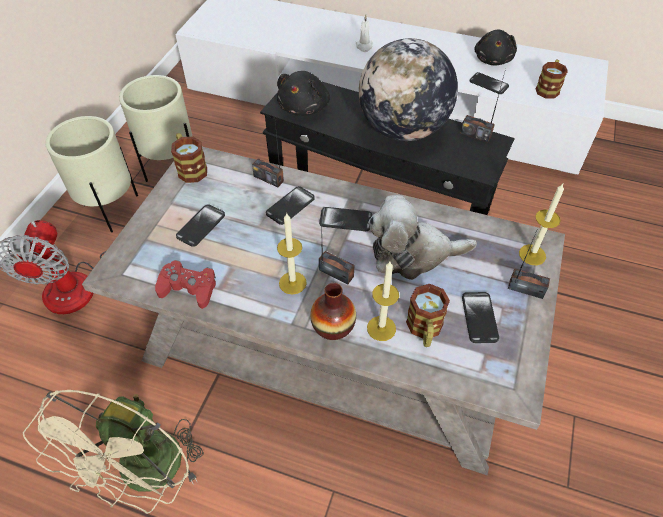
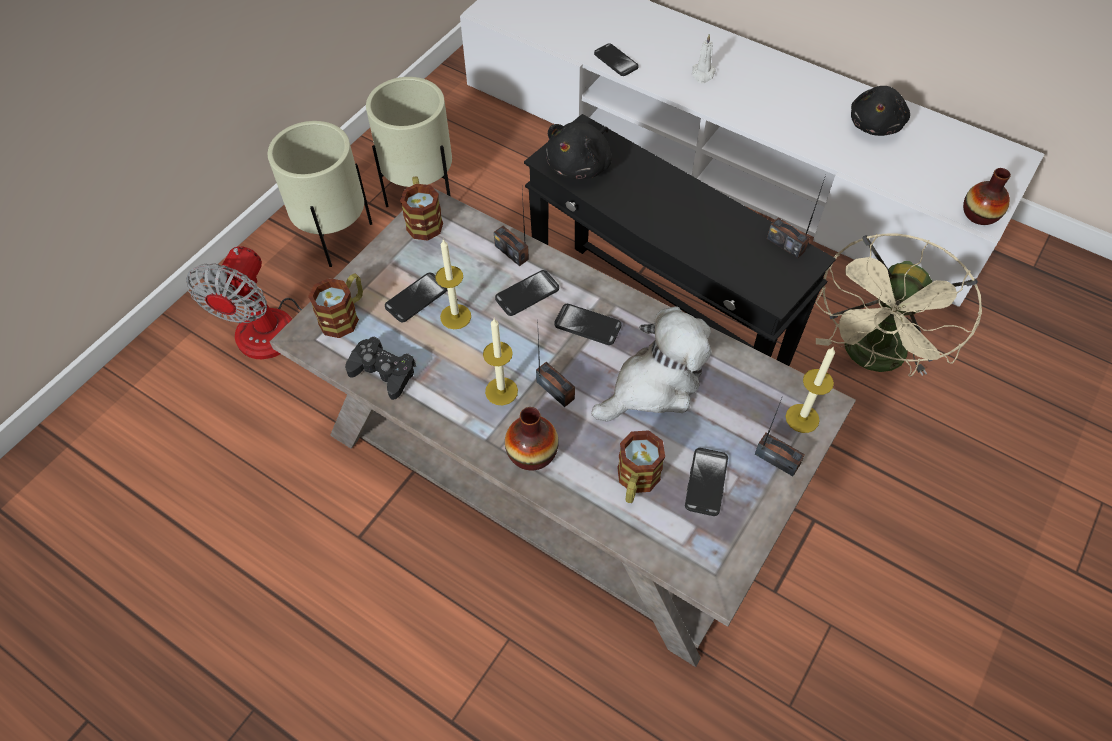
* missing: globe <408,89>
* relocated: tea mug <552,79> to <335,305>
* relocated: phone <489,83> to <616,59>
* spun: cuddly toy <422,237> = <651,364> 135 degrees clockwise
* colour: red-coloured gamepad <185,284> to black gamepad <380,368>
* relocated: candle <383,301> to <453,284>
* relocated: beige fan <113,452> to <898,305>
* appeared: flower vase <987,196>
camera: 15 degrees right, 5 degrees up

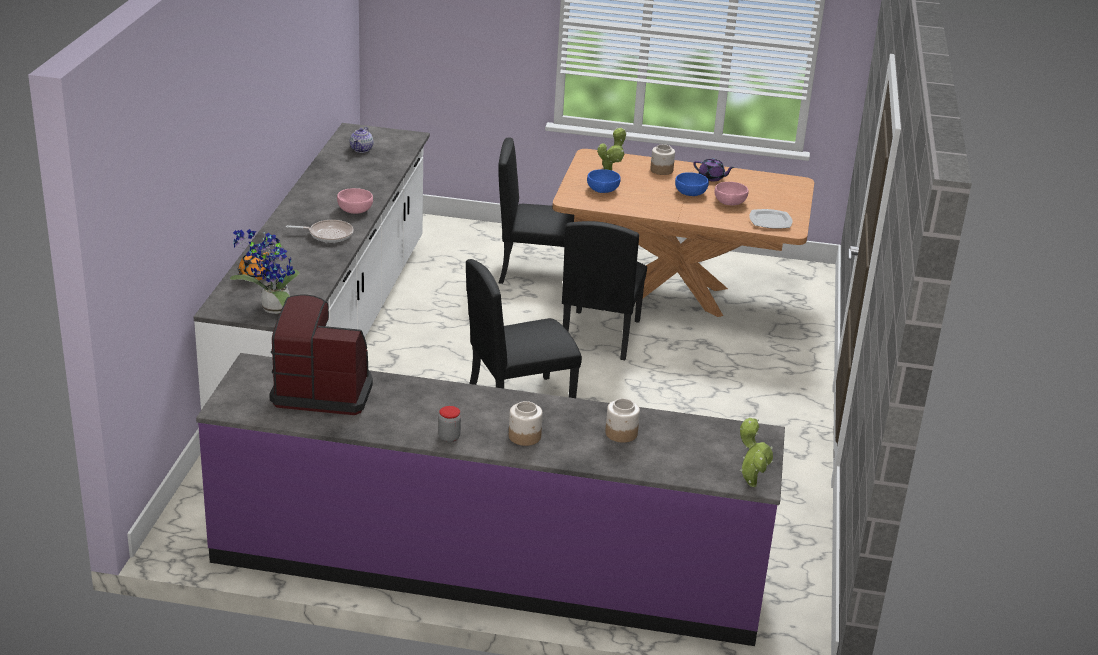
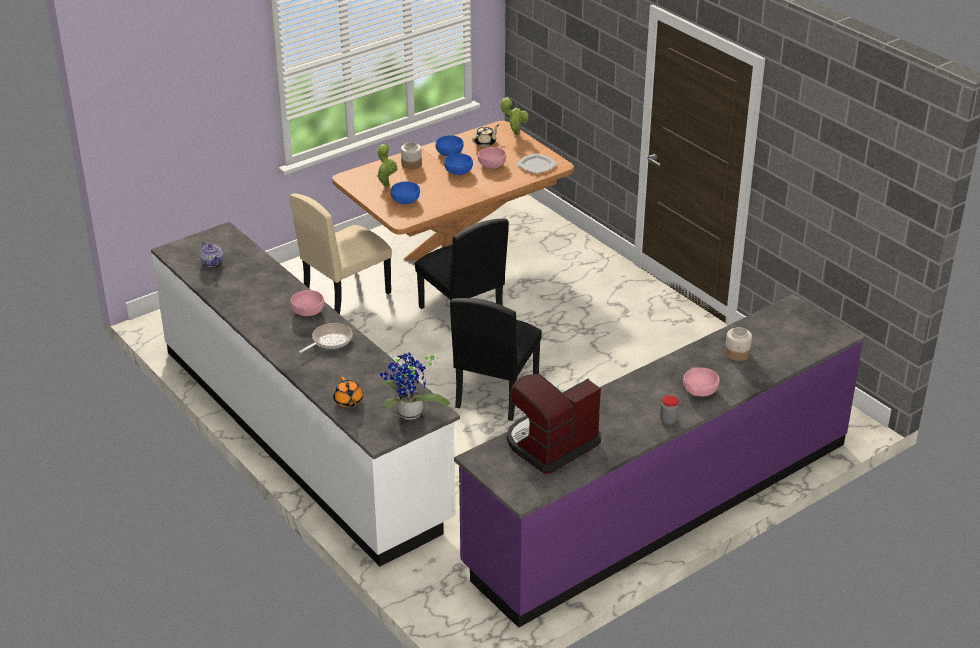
* colour: black chair <536,210> to beige chair <341,253>
* exchanged: purple pot for tea <714,169> to blue deep dish <449,145>
* exchanged: jar <526,423> to pink-coloured deep dish <701,382>
* relocated: plant in a pot <756,452> to <514,116>
* appeared: beige pot for tea <485,136>
camera: 45 degrees left, 5 degrees up

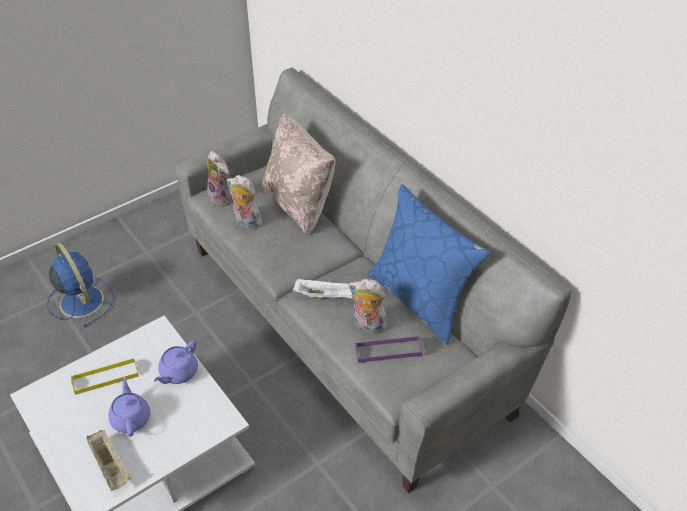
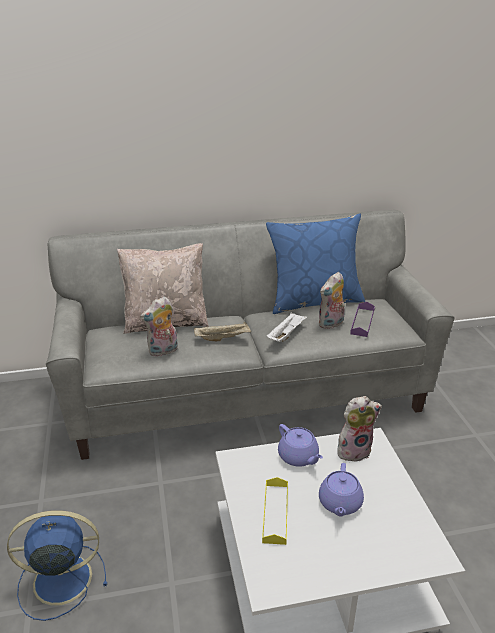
* relocated: cuddly toy <219,179> to <359,429>
* spun: purple pot for tea <129,407> = <341,489> 90 degrees counterclockwise
* relocated: beige tray <108,460> to <222,331>
camera: 65 degrees left, 15 degrees down

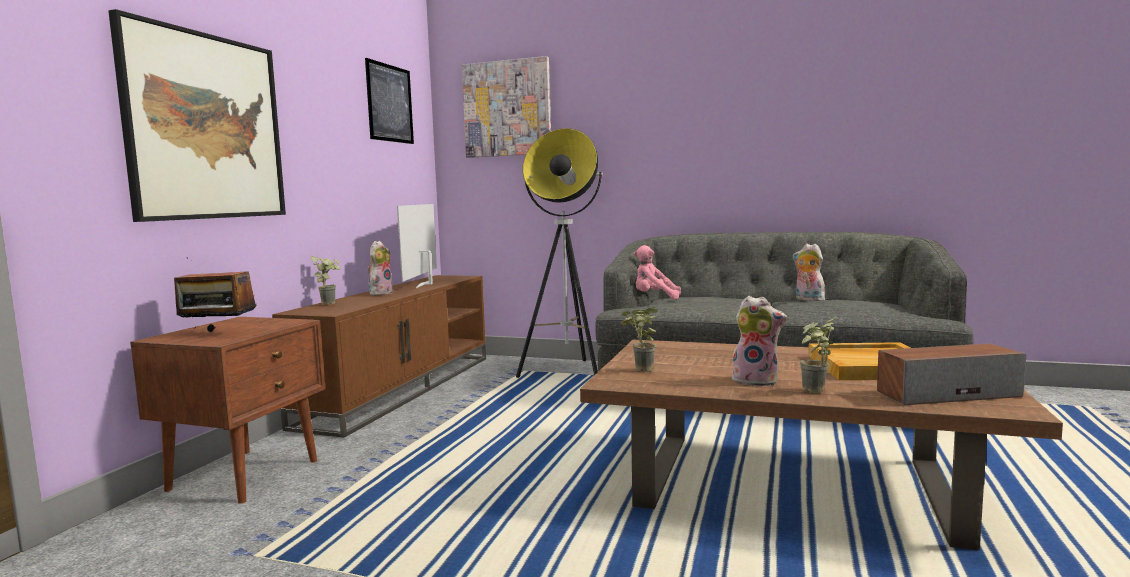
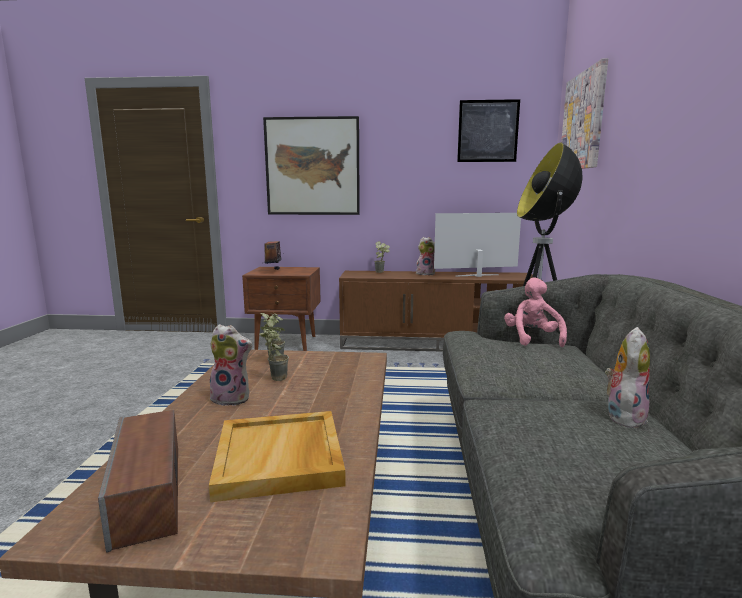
* spun: cuddly toy <759,341> = <230,365> 90 degrees counterclockwise
* relocated: plant in a pot <818,354> to <274,354>
camera: 75 degrees right, 5 degrees up

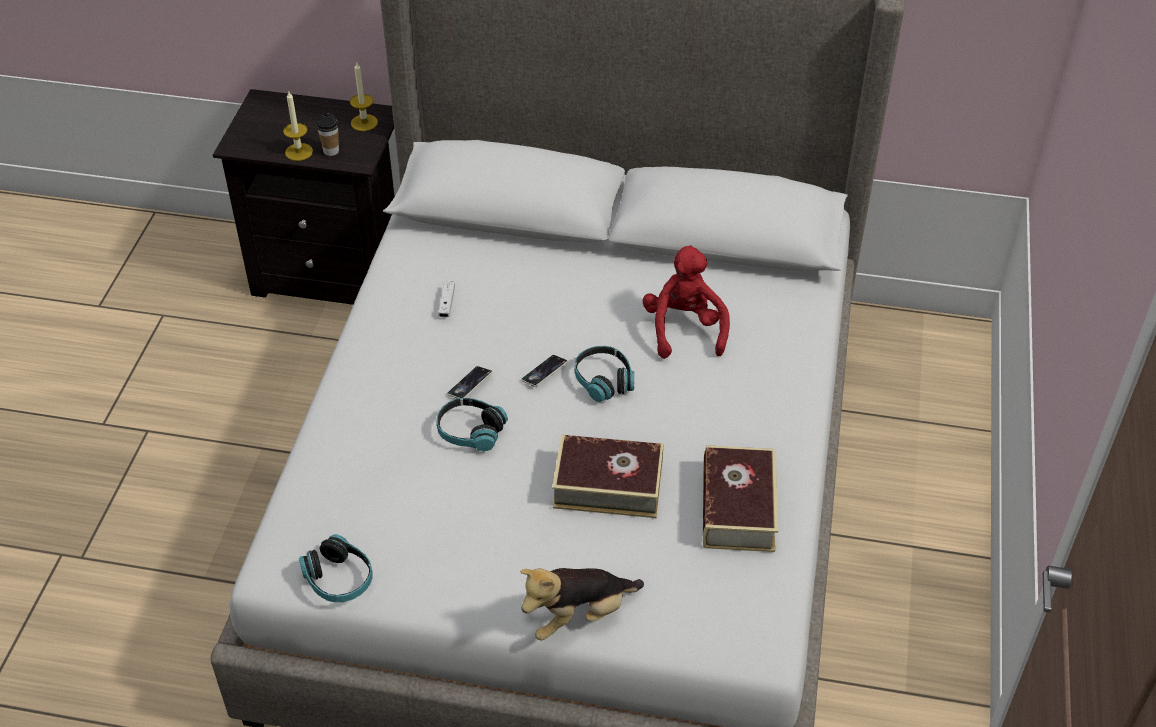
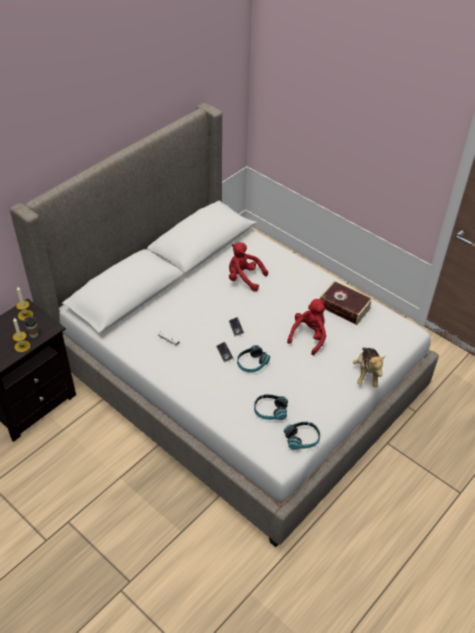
* relocated: headphones <604,374> to <271,407>
* exchanged: bound book <608,476> to red-coloured cuddly toy <306,327>
camera: 60 degrees left, 0 degrees up

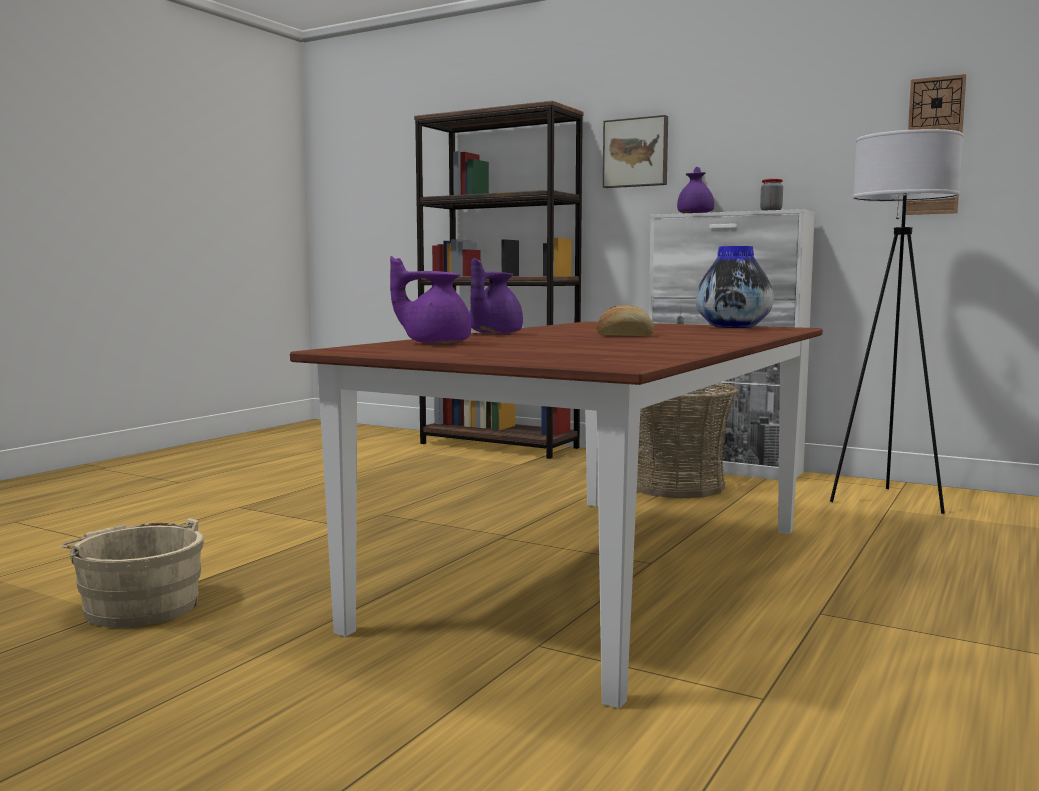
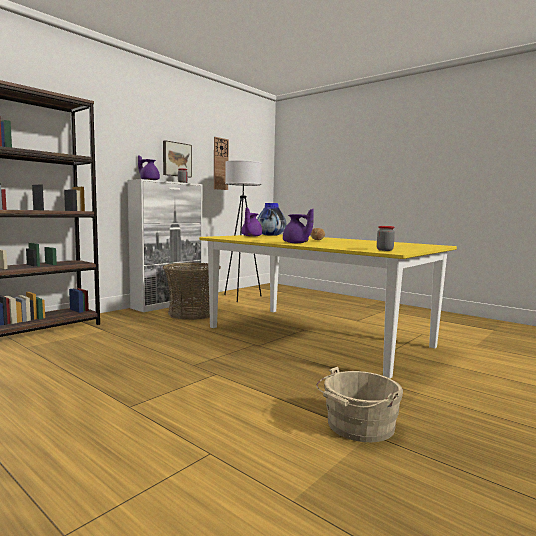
* relocated: picture <635,151> to <177,158>
* relocated: purple pot for tea <430,300> to <251,222>
* colour: brown dining table <556,515> to yellowish dining table <328,306>
* appeared: jar <386,238>
camera: 80 degrees left, 0 degrees up

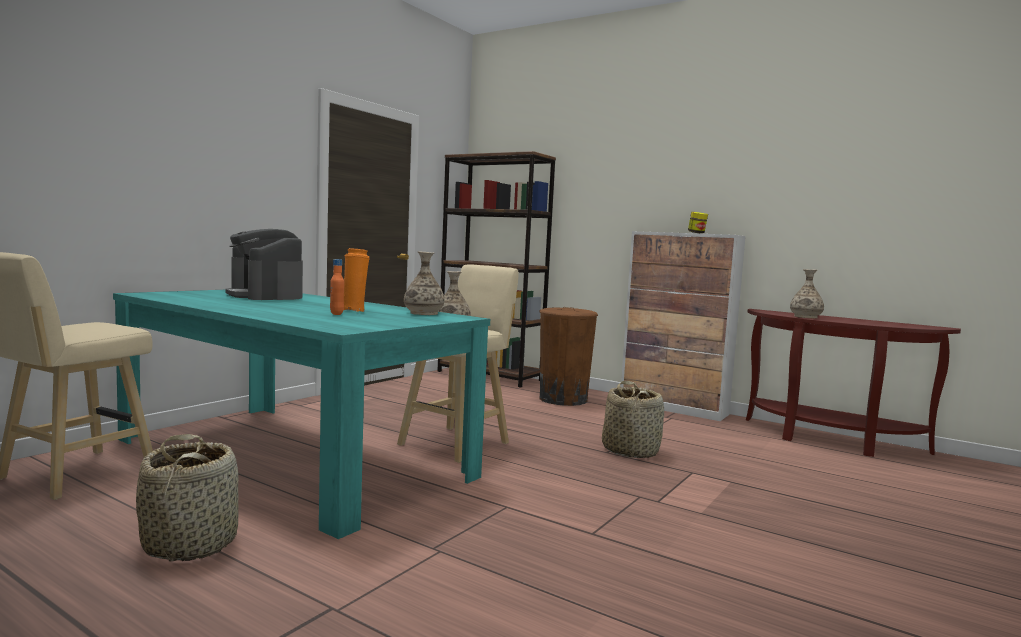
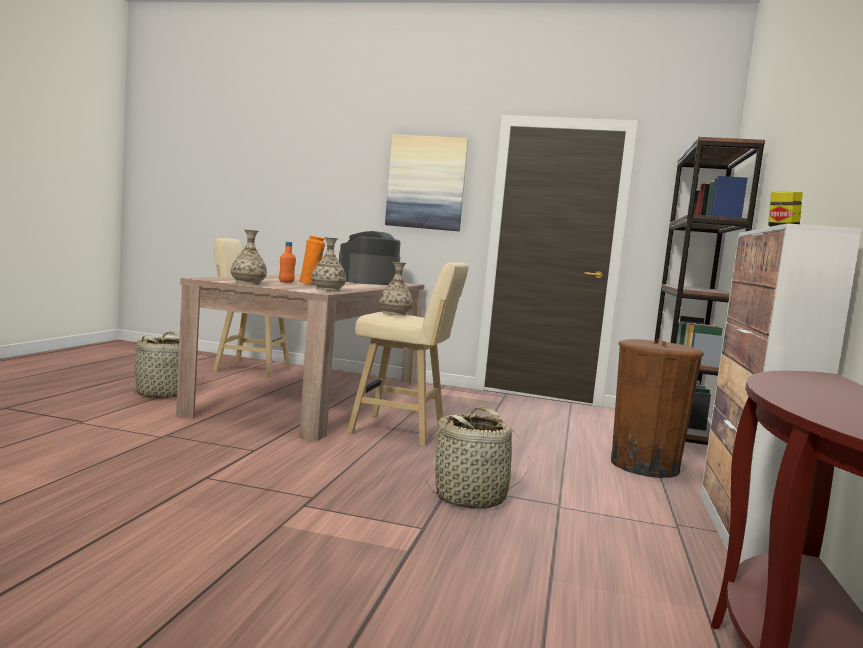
* relocated: flower vase <807,293> to <249,257>
* colour: turquoise-coloured dining table <301,414> to beige dining table <300,357>
* appeared: picture <427,182>
camera: 70 degrees right, 0 degrees up

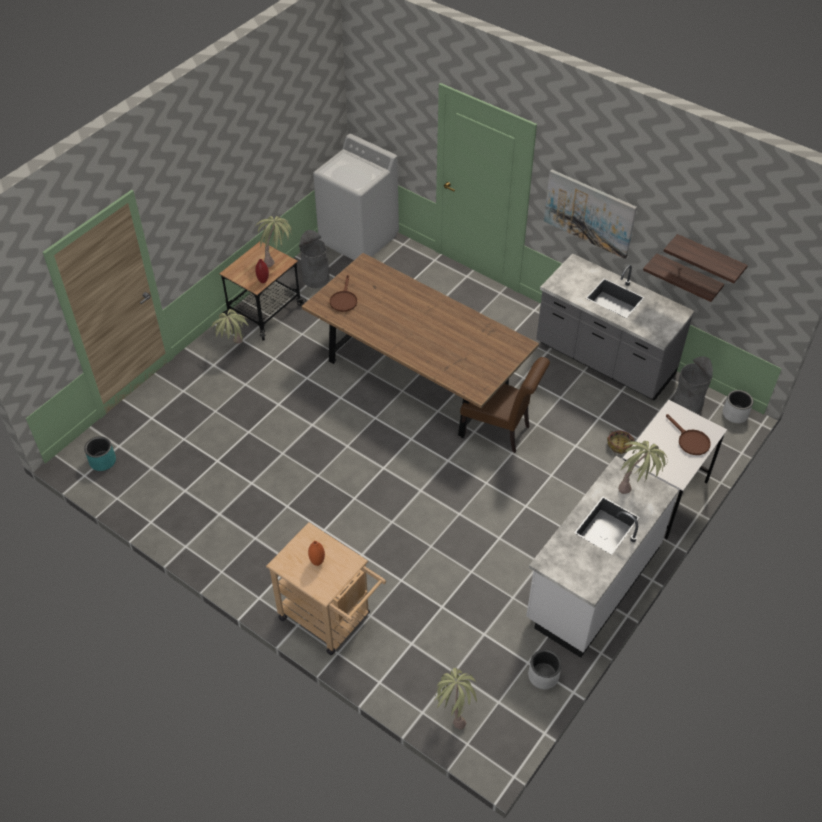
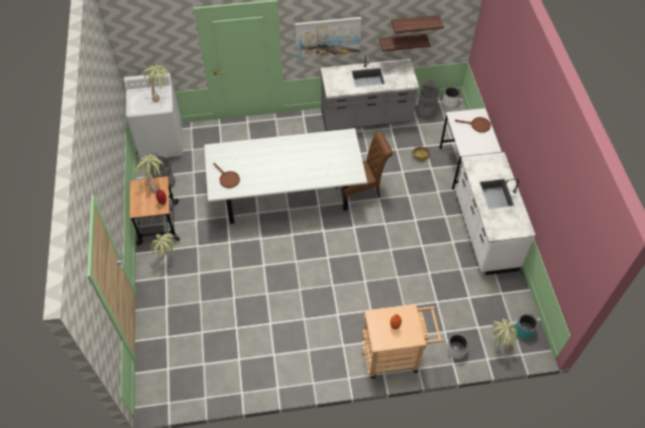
* colour: brown dining table <420,345> to white dining table <285,176>
* relocated: turquoise-coloured flower pot <100,453> to <526,326>
* relocated: plant in a pot <643,467> to <155,83>
* relocated: white flower pot <545,669> to <457,346>
camera: 45 degrees left, 5 degrees up

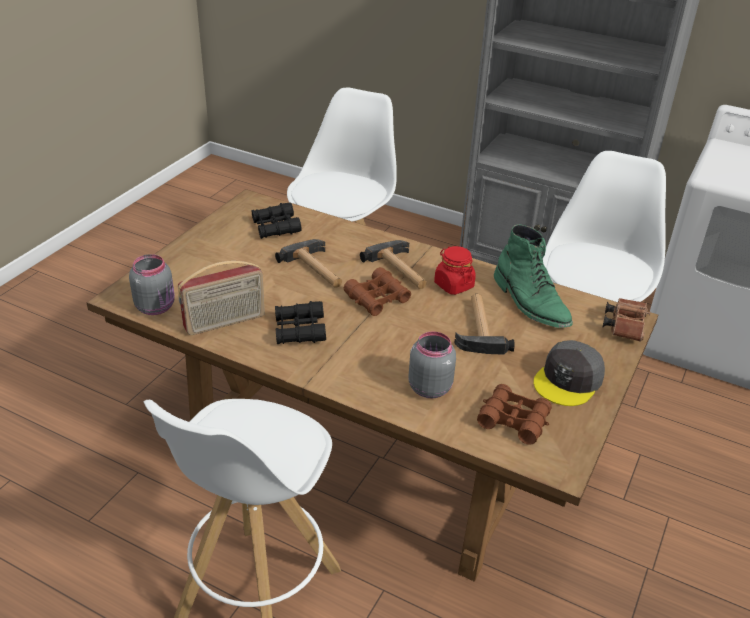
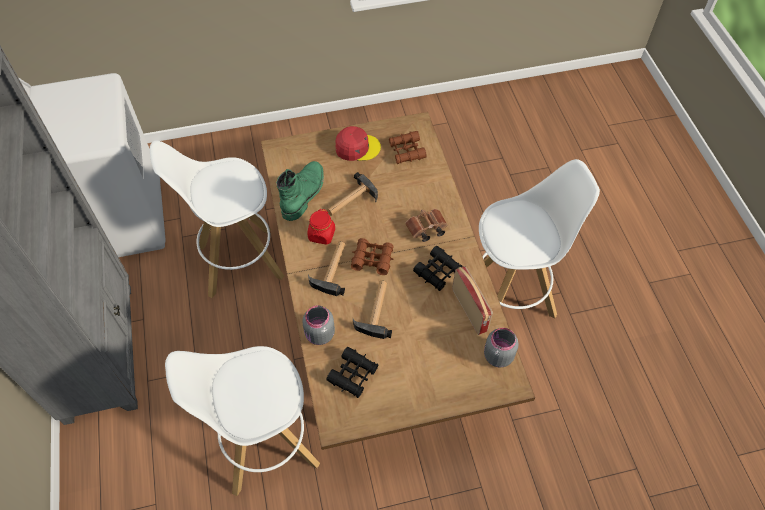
* spun: radio <221,298> = <472,300> 45 degrees clockwise
* relocated: brown pair of binoculars <626,320> to <426,225>
* relocated: grey jar <432,364> to <318,325>
* colour: grey baseball cap <569,373> to red-coloured baseball cap <358,143>
camera: 130 degrees left, 20 degrees up

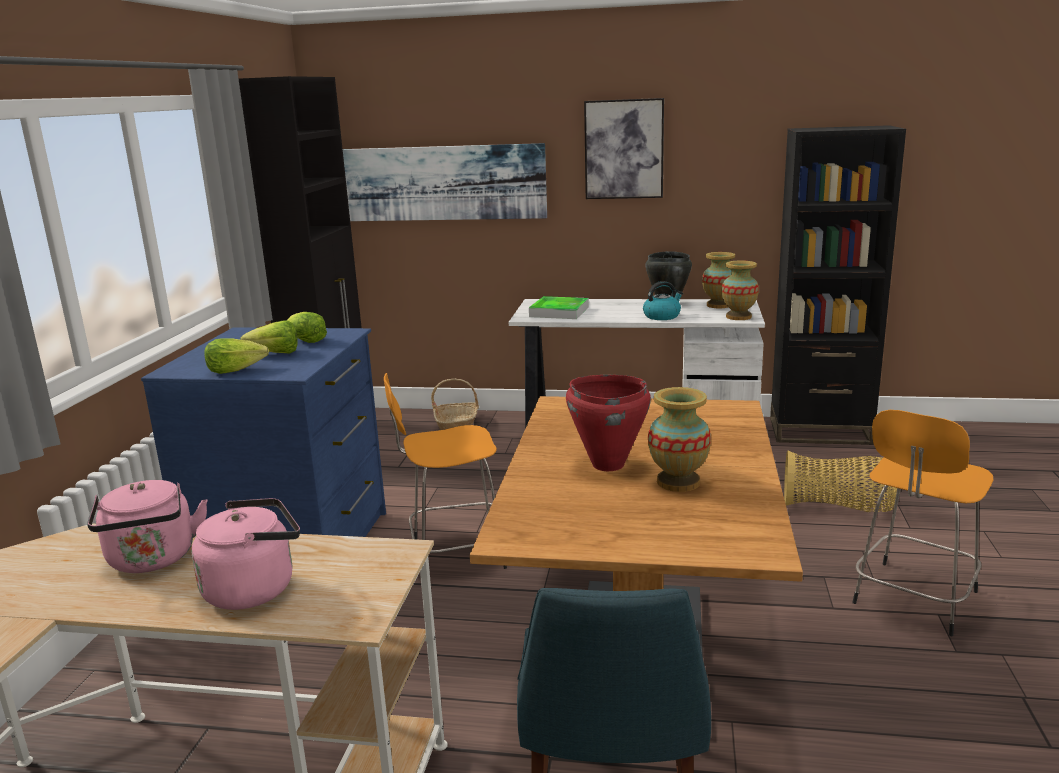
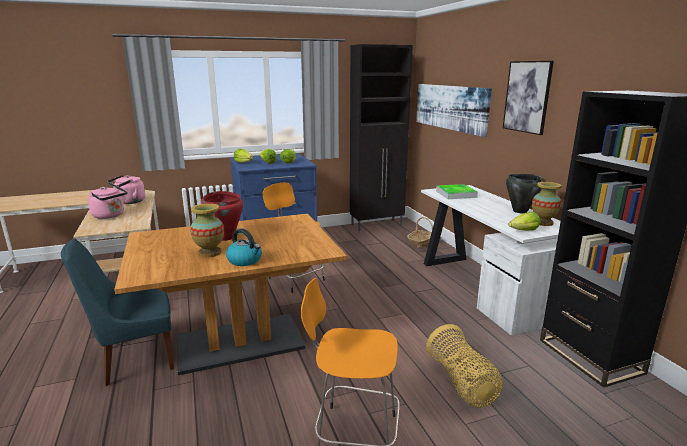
* exchanged: flower vase <740,290> to lettuce head <524,221>
* relocated: tea kettle <663,300> to <244,247>
camera: 60 degrees right, 0 degrees up

